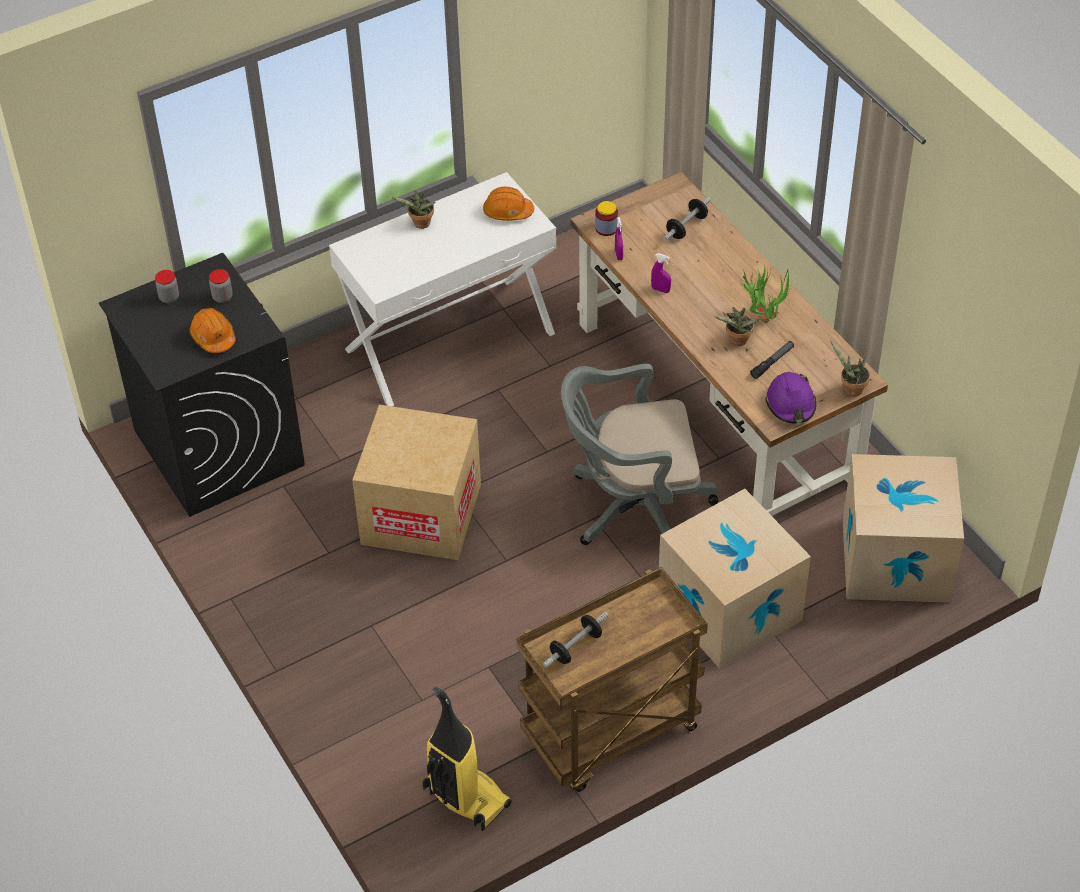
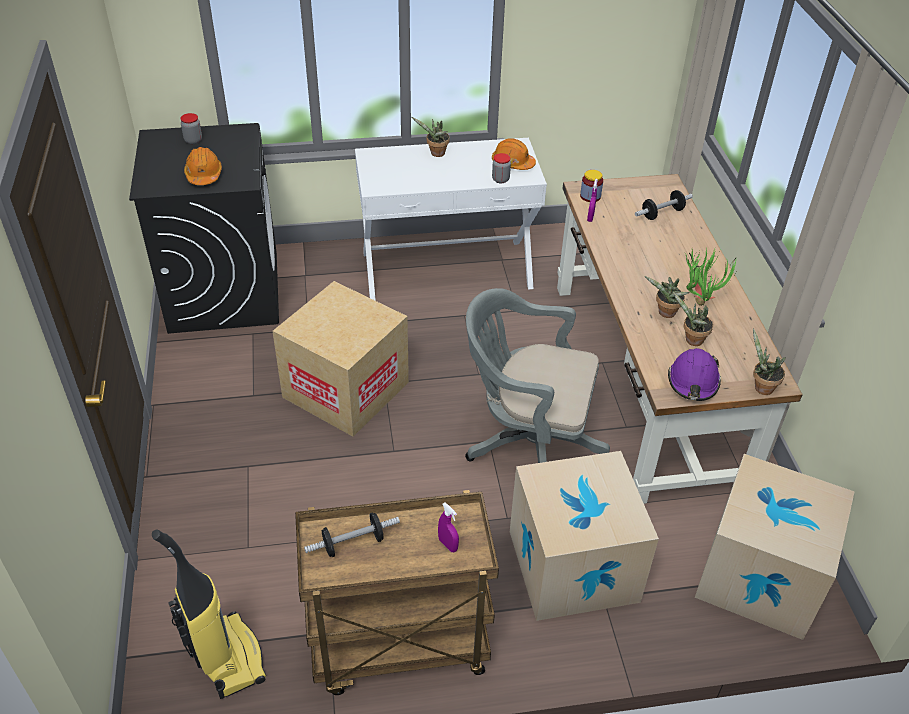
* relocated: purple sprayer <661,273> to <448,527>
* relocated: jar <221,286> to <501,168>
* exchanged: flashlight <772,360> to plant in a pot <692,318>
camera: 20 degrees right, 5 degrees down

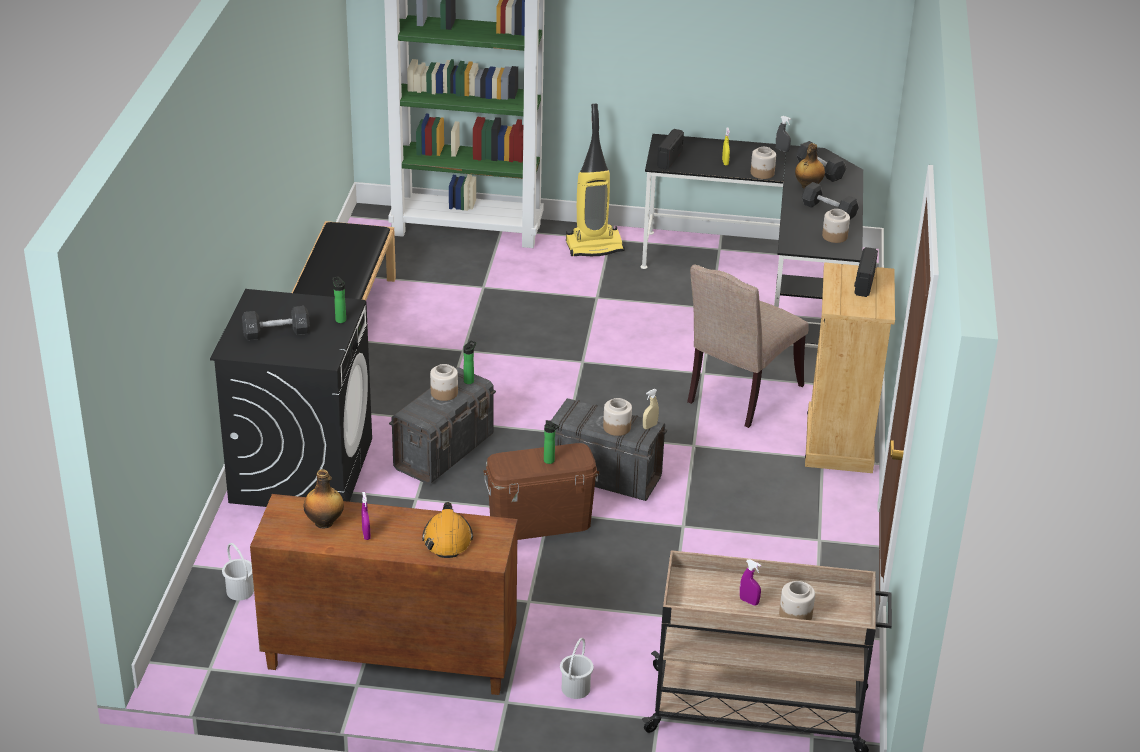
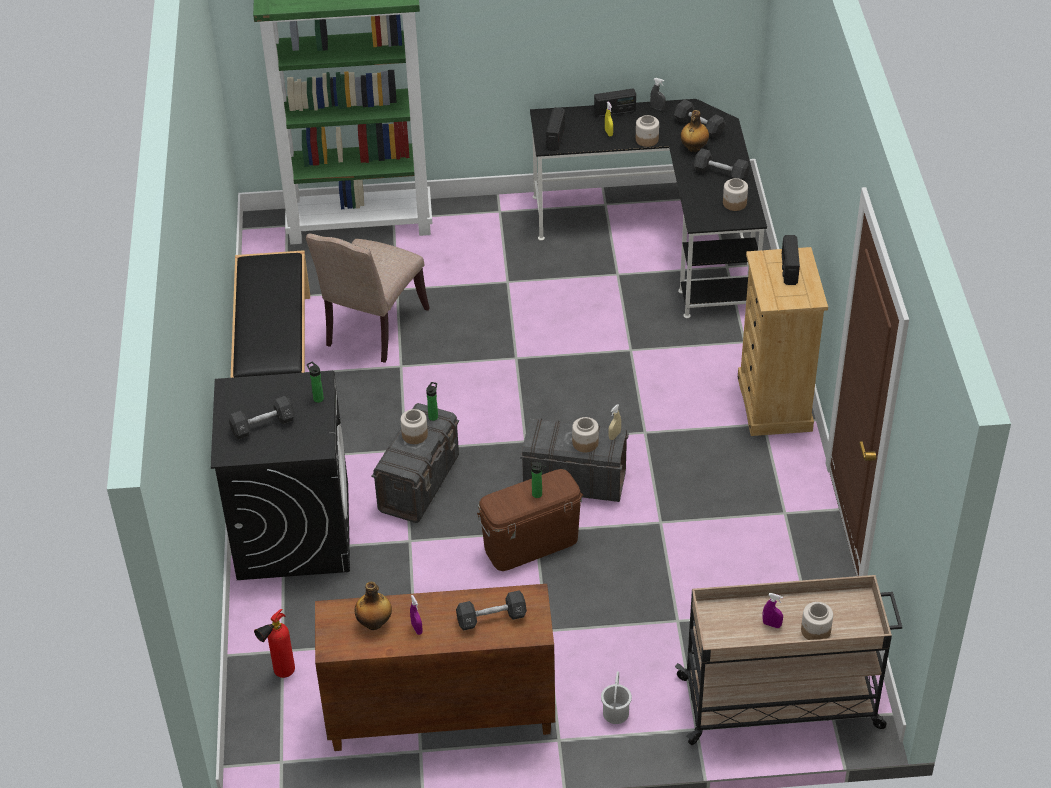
* missing: vacuum cleaner <595,180>
* relocated: beige chair <748,346> to <368,298>
* exchanged: orangey hard hat <447,530> to black hand weight <491,611>
* exchanged: white pail <238,572> to fire-fighting cylinder <274,643>
* appeared: radio <615,103>
camera: 10 degrees left, 10 degrees up

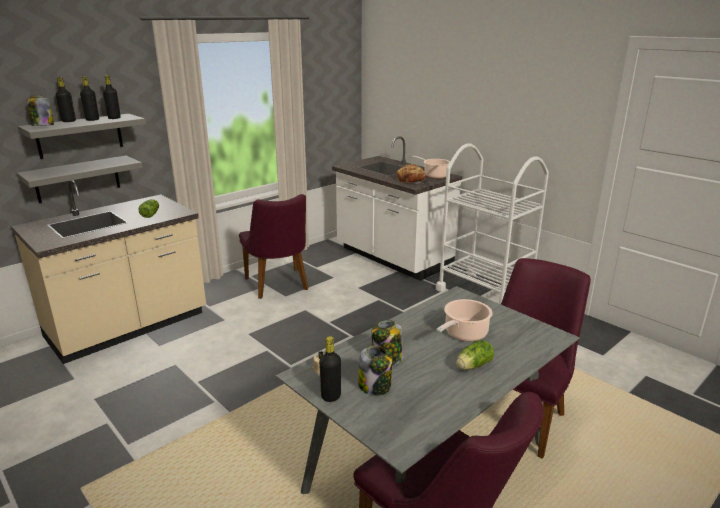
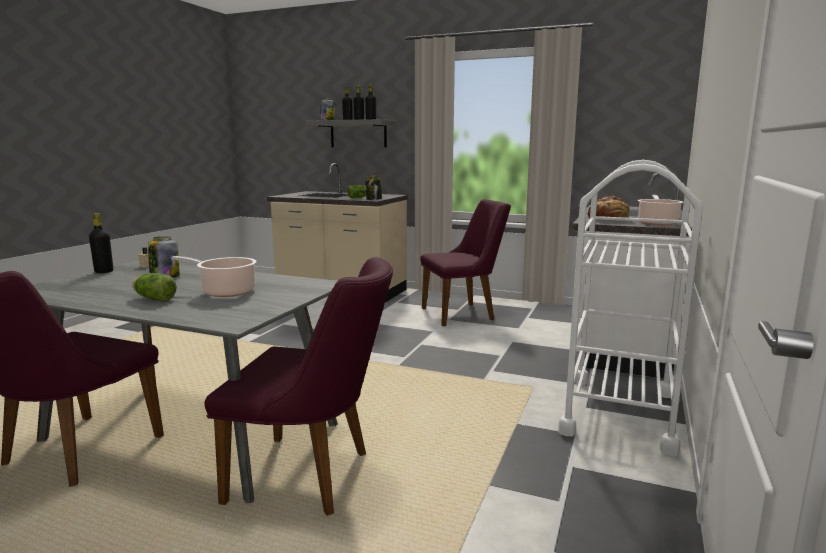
* missing: grey wall shelf <80,179>
* spun: purple chair <273,246> = <465,262> 150 degrees counterclockwise
* relocated: jar <375,371> to <373,187>
camera: 65 degrees right, 10 degrees down

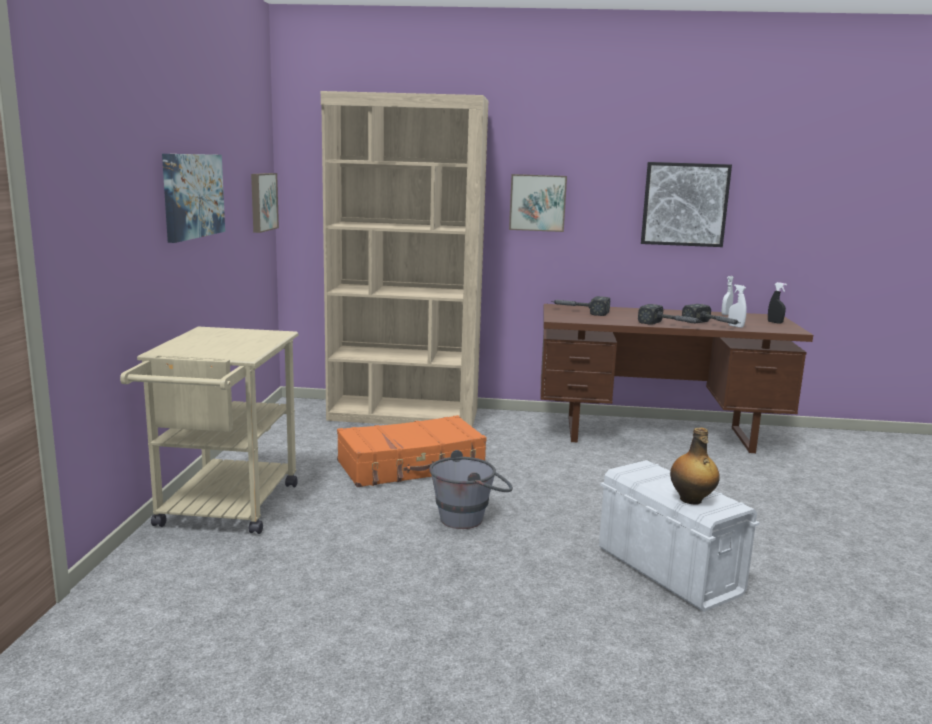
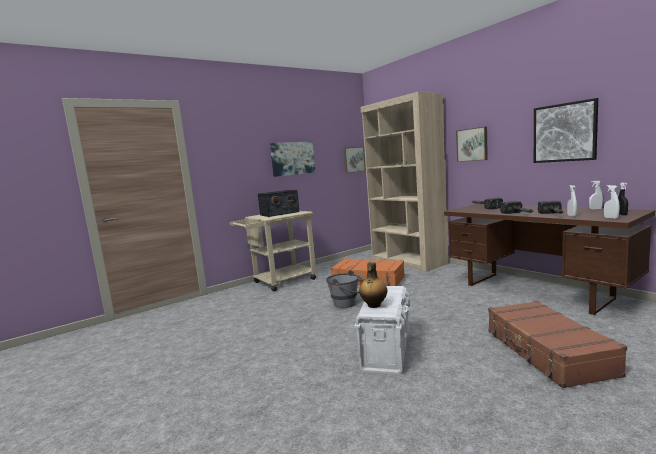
* appeared: white sprayer <612,202>
* appeared: radio <278,203>
* appeared: brown suitcase <557,344>
camera: 50 degrees right, 5 degrees down

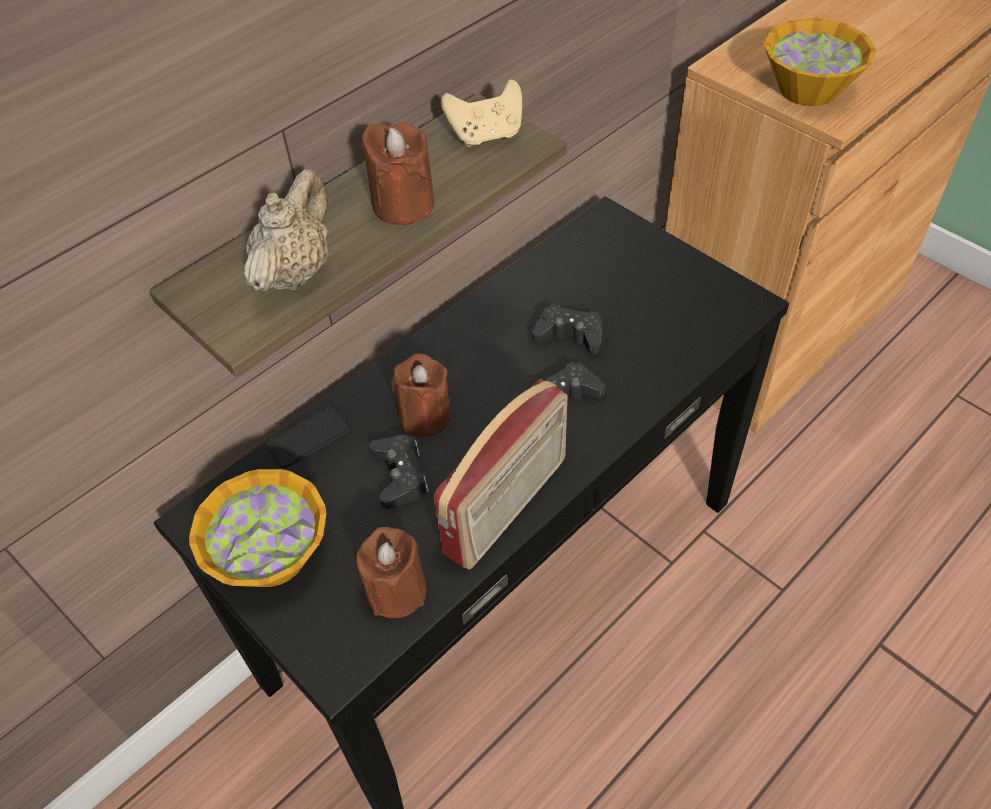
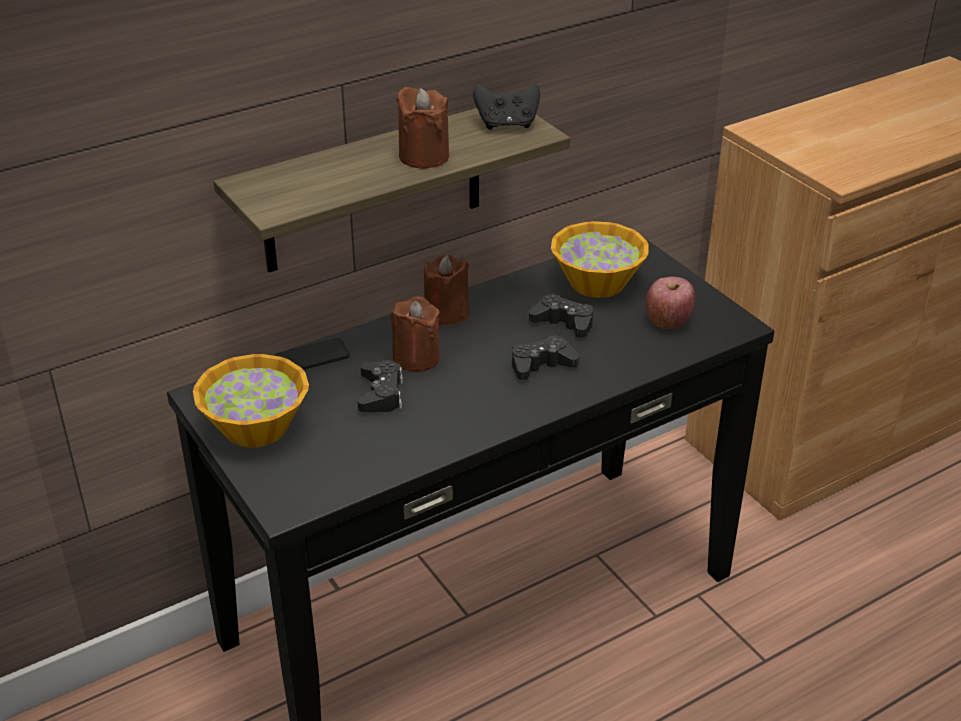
* relocated: deep dish <820,62> to <600,259>
* colour: beige gamepad <481,113> to black gamepad <506,106>
* missing: beige pot for tea <286,230>
* missing: radio <500,474>
* relocated: brown candle <391,572> to <446,289>
* appeared: whole apple <670,302>
camera: 10 degrees right, 15 degrees down

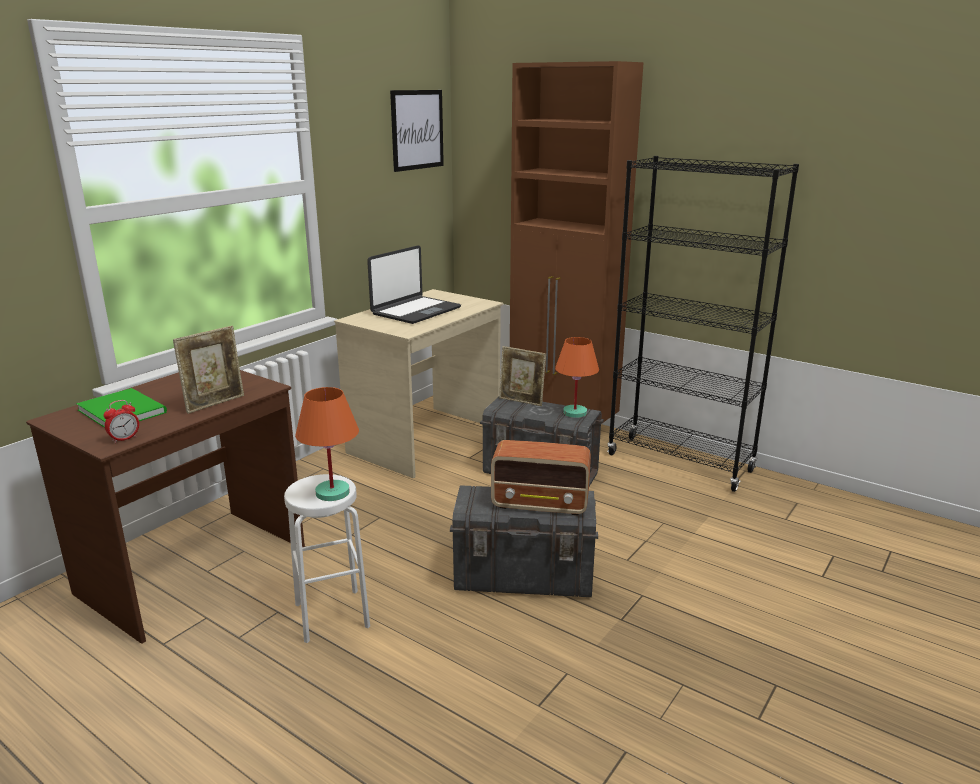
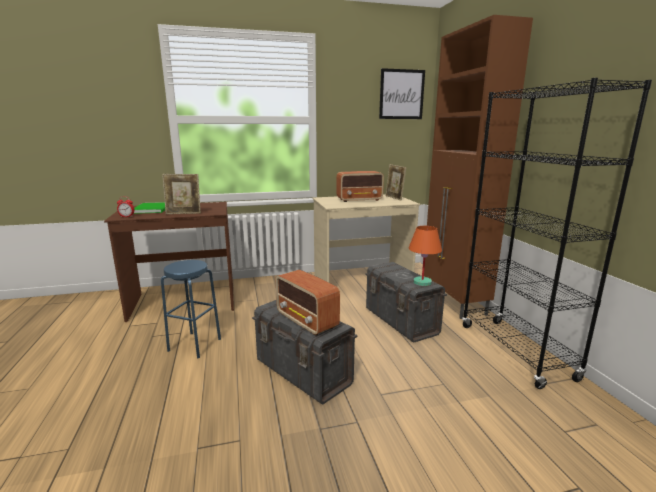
* exchanged: notebook computer <414,284> to radio <360,186>
* relocated: photo frame <522,376> to <395,182>
* missing: orangey lamp for a table <327,444>
* colour: white stool seat <327,558> to blue stool seat <191,309>
camera: 40 degrees right, 5 degrees down

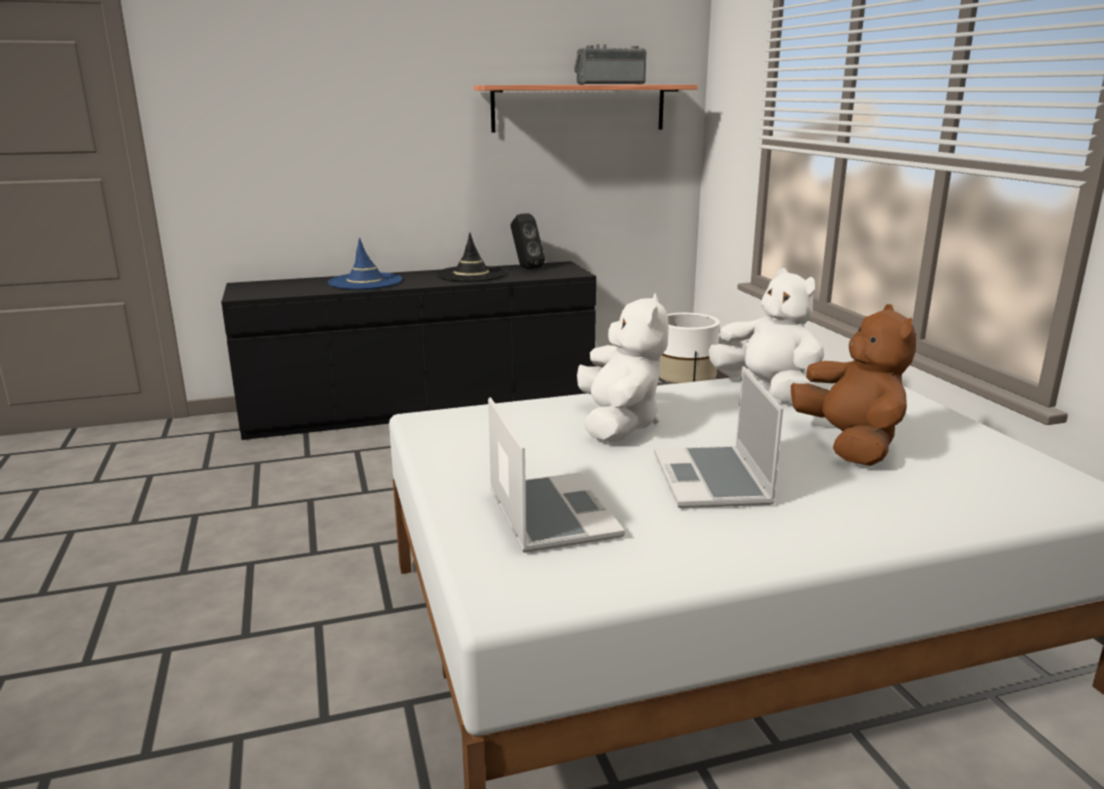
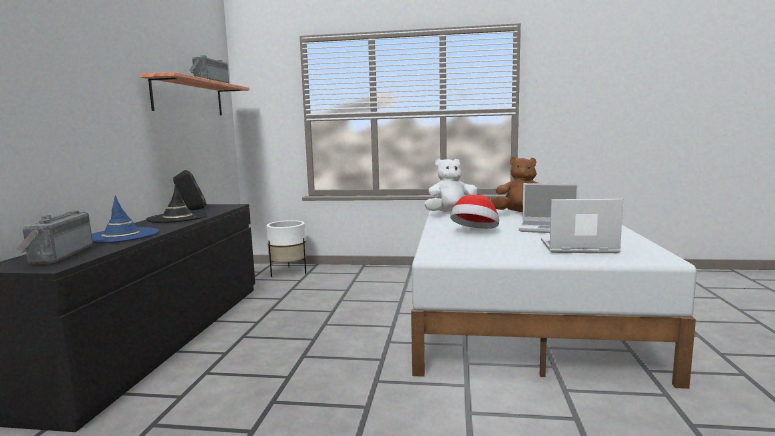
* exchanged: white cuddly toy <623,368> to clothing hat <474,212>
* appeared: radio <55,237>
camera: 65 degrees left, 10 degrees down

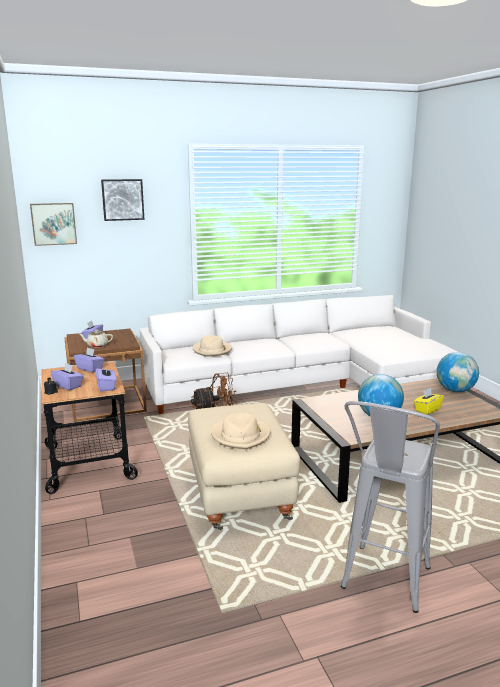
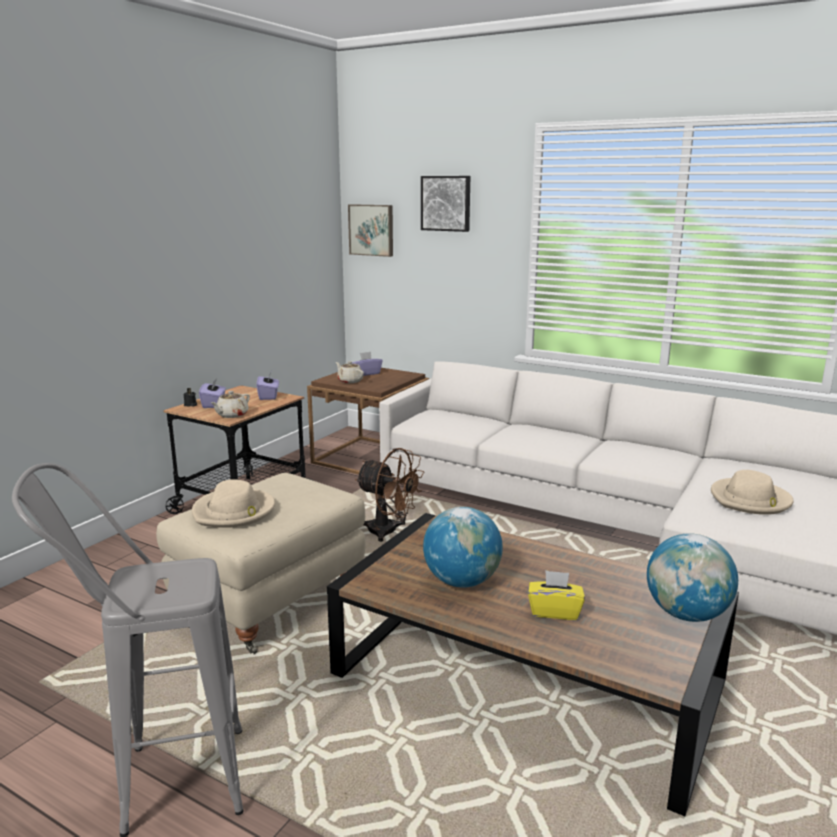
* relocated: beige clothing hat <212,346> to <752,492>
* exchanged: purple box of tissues <106,379> to beige pot for tea <230,404>
camera: 50 degrees right, 0 degrees up

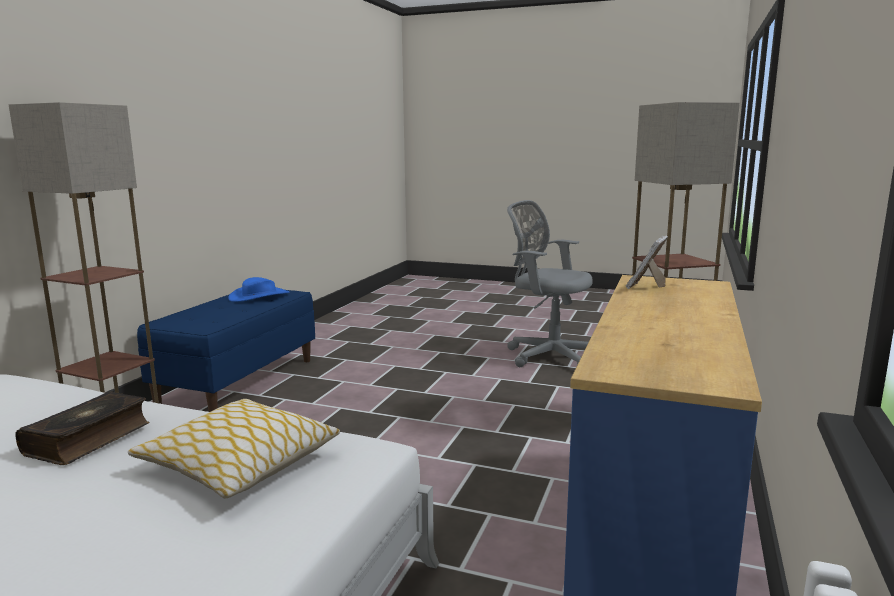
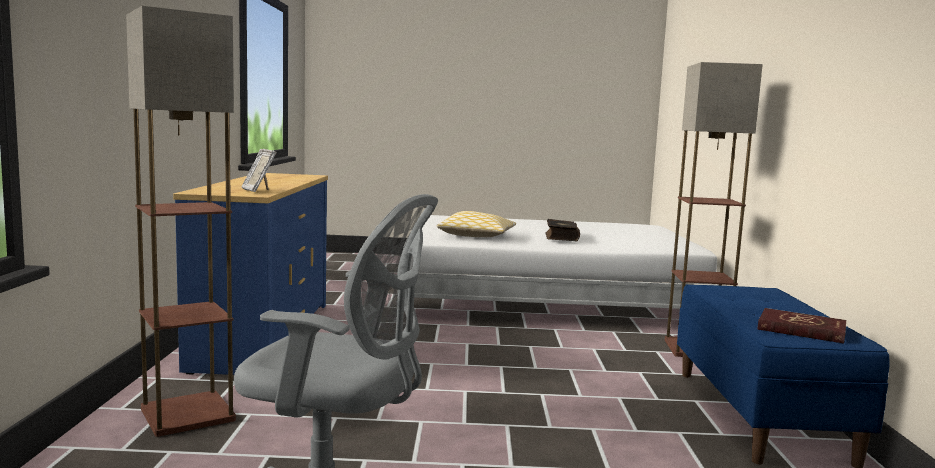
* spun: photo frame <647,262> = <259,170> 135 degrees clockwise
* exchanged: blue clothing hat <258,289> to red-coloured bound book <802,325>
camera: 160 degrees right, 5 degrees down

